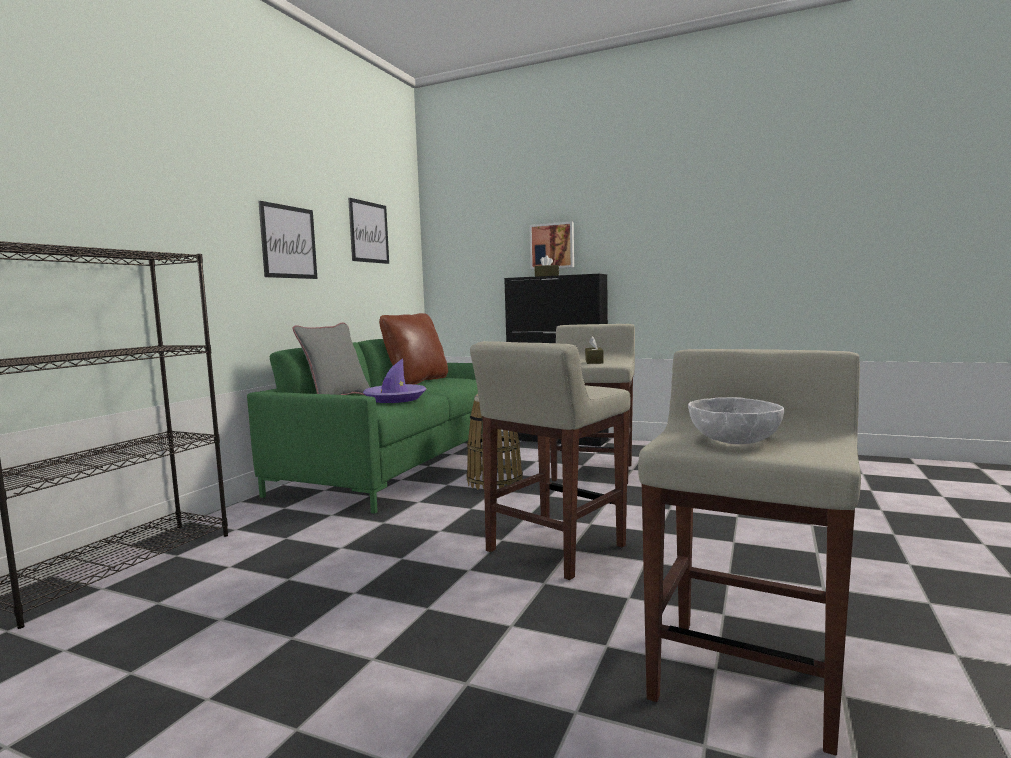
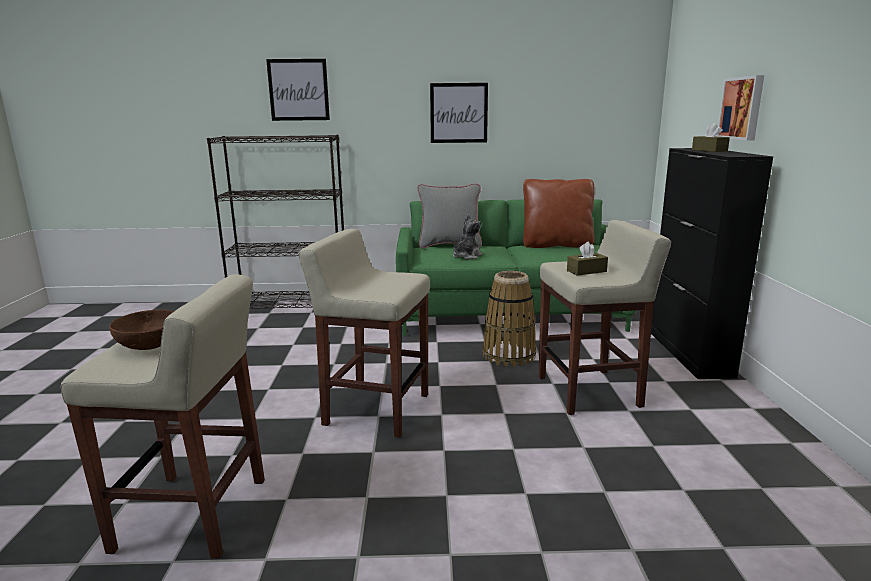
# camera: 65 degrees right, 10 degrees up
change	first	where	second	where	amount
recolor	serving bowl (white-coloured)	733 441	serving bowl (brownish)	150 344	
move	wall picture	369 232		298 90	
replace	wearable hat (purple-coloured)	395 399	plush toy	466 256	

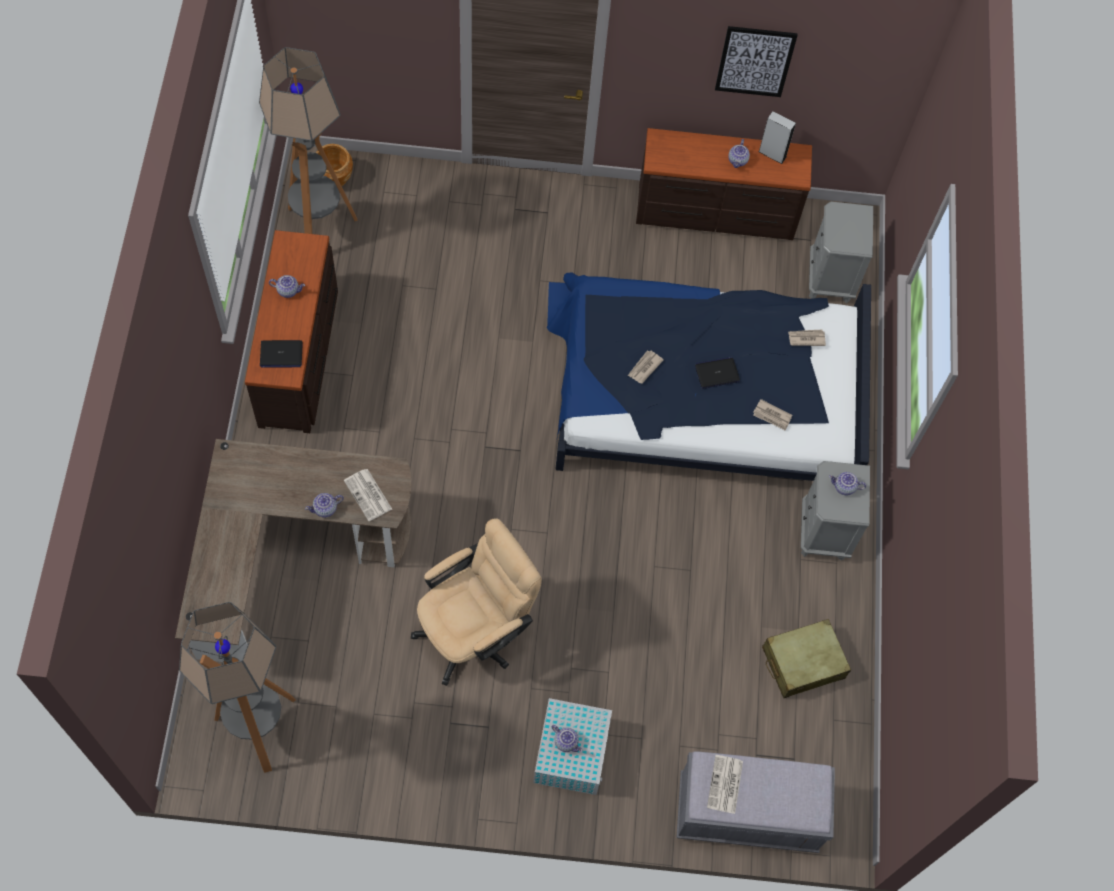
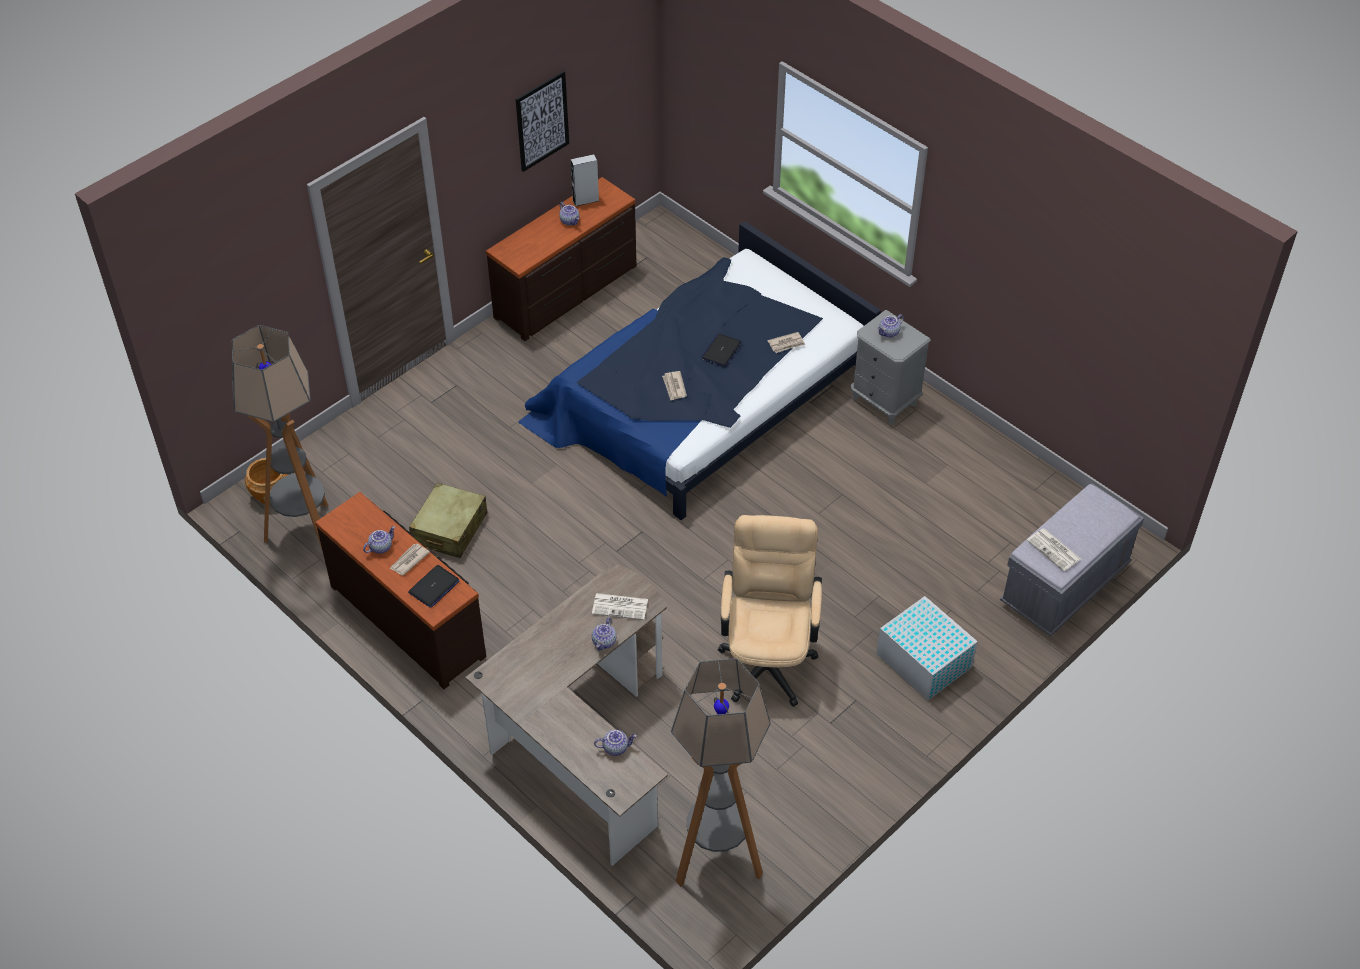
# camera: 45 degrees left, 15 degrees down
change	first	where	second	where	amount
move	printed paper	806 338		409 560	
move	piece of luggage (beige-coloured)	802 663		449 529	
move	pot for tea	566 742		615 747	
delete	nightstand (grey)	830 278			

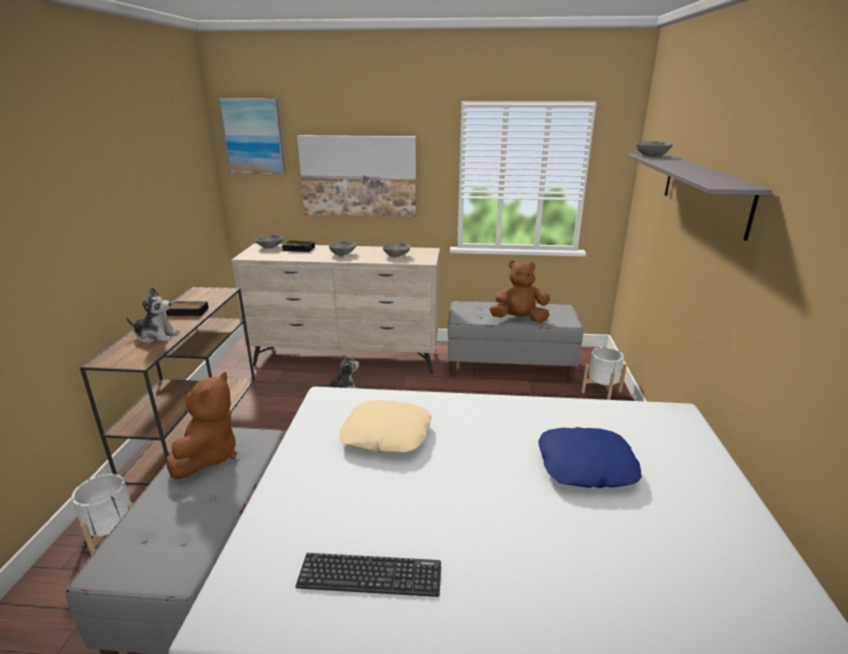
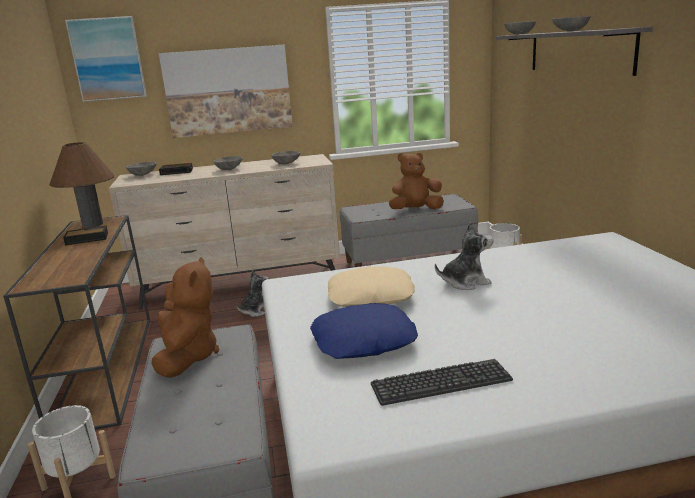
# camera: 15 degrees left, 5 degrees down
change	first	where	second	where	amount
insert			table lamp (brownish)	92 224	
move	cushion (blue)	586 466		364 341	
move	plush toy	156 336		465 282	
insert			serving bowl (grey)	569 31	

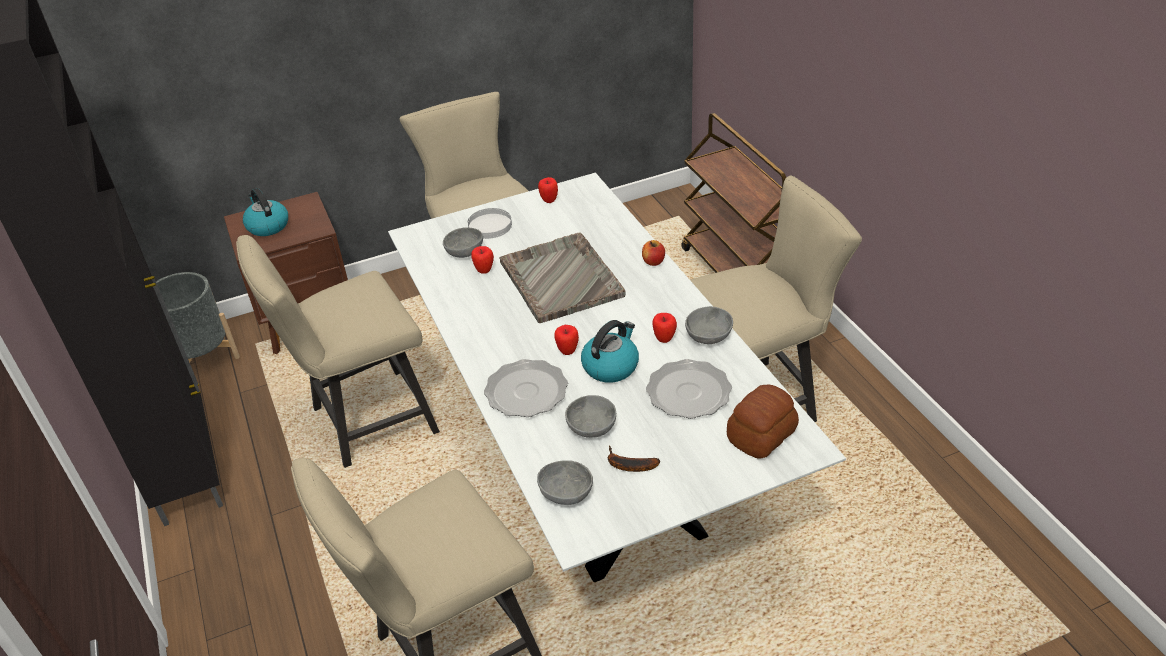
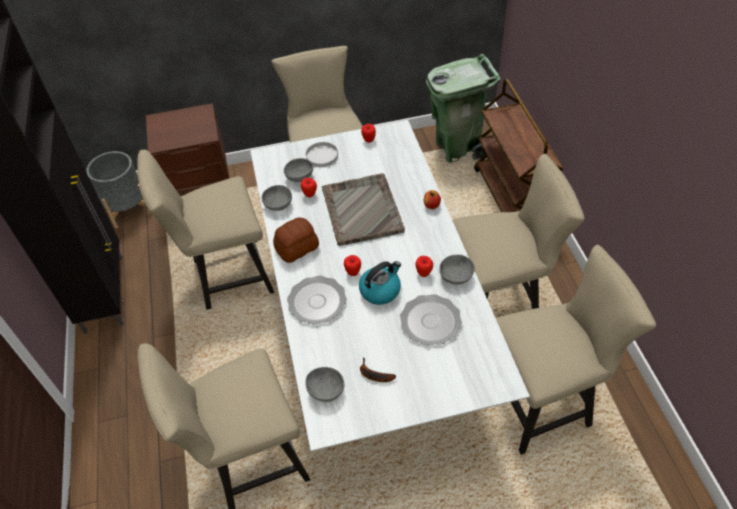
# camera: 10 degrees right, 10 degrees up
change	first	where	second	where	amount
move	serving bowl (grey)	591 428		278 205	
move	bakery bread	763 435		297 248	
insert			waste bin (greenish)	458 148	
insert			plain chair (beige-coloured)	544 401	
delete	kettle	267 226			

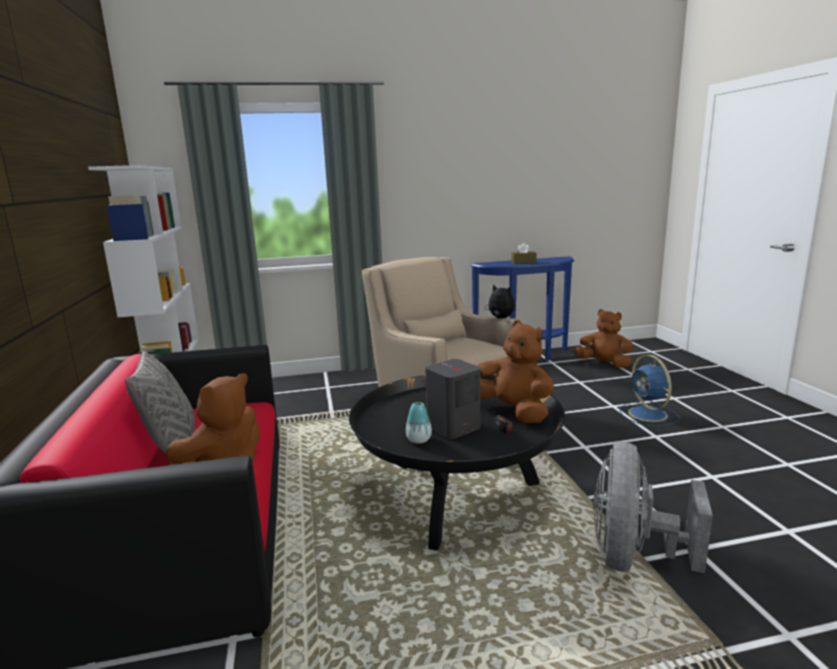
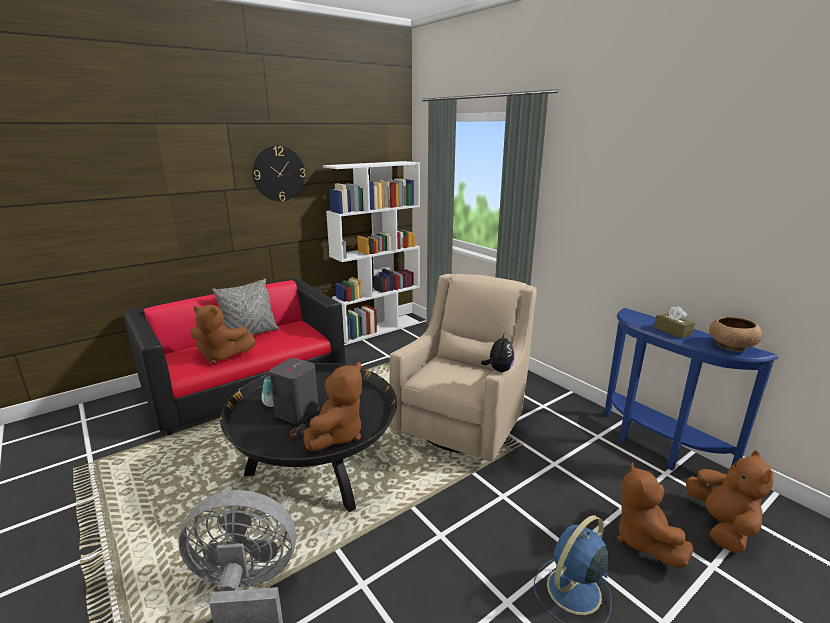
# camera: 65 degrees right, 5 degrees up
change	first	where	second	where	amount
insert			hanging clock	278 173	
insert			plush toy (brownish)	643 540	
insert			serving bowl (brownish)	730 346	

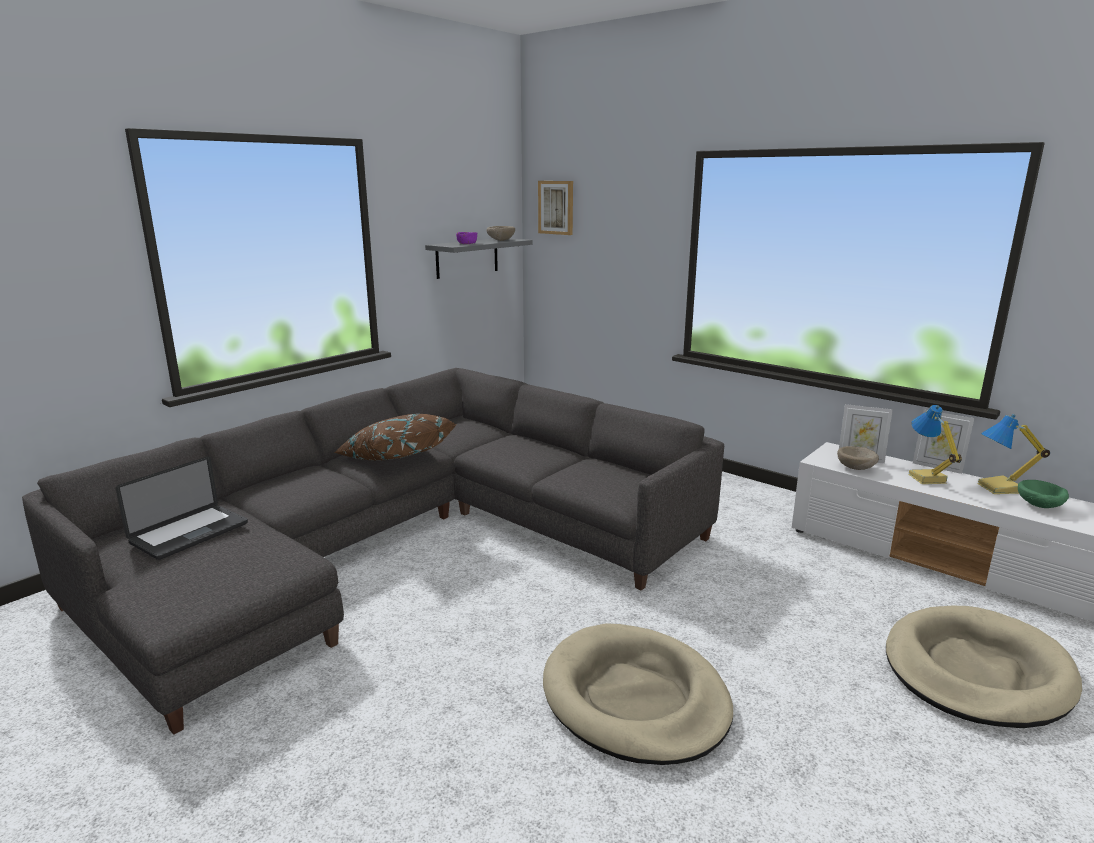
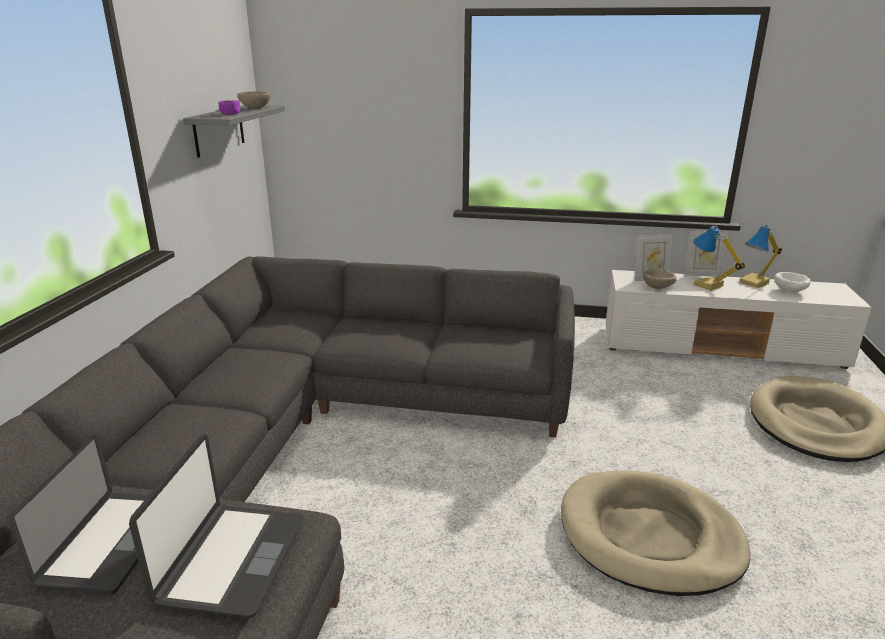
# camera: 30 degrees left, 5 degrees up
change	first	where	second	where	amount
insert			laptop	230 560	
recolor	serving bowl (greenish)	1039 506	serving bowl (white-coloured)	790 291	
delete	cushion (brownish)	396 458			
delete	wall picture	556 207			

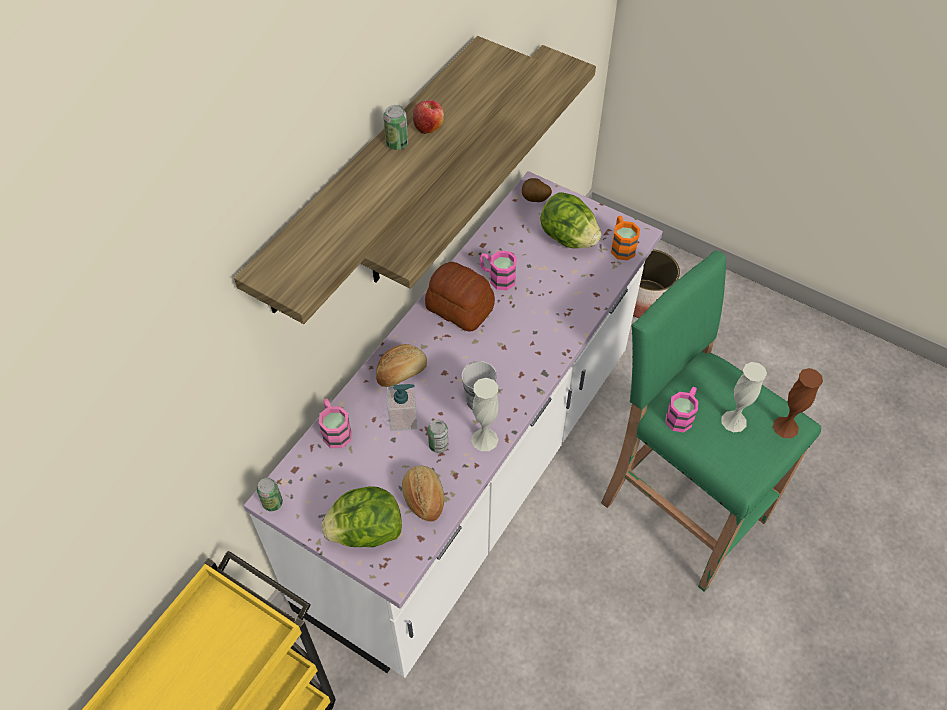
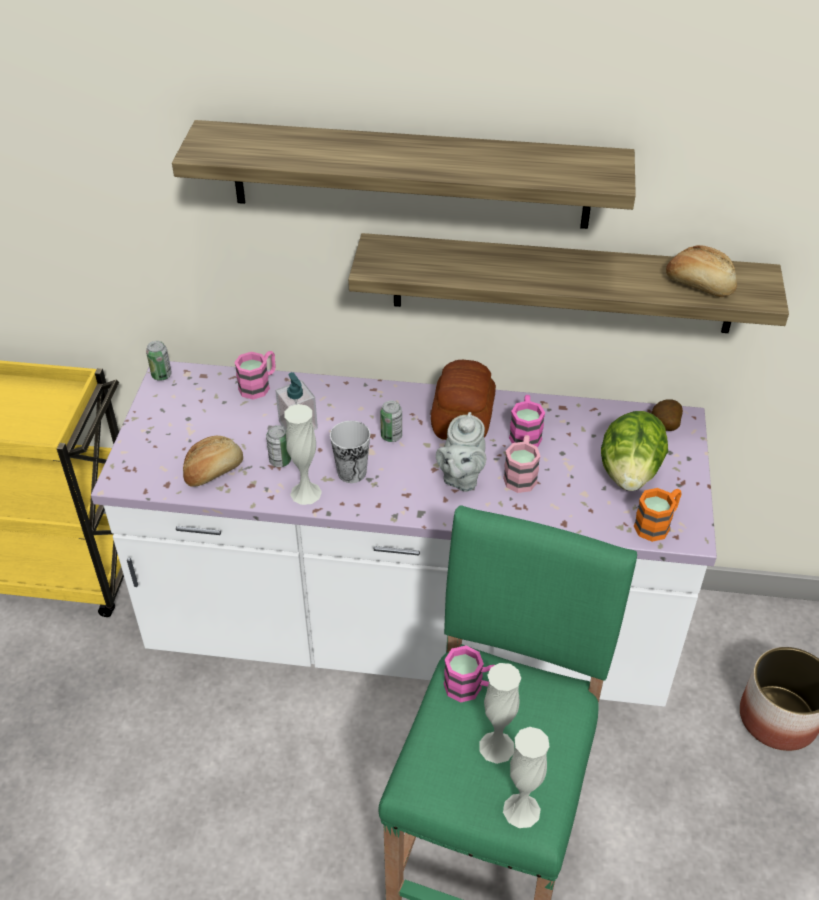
# camera: 65 degrees right, 10 degrees down
change	first	where	second	where	amount
move	sealed can	397 144		391 436	
insert			pot for tea (grey)	461 477	
insert			coffee mug (pink)	521 475	
recolor	vase (brownish)	785 427	vase (white-coloured)	521 810	
move	bakery bread	401 372		699 284	
delete	head of lettuce	365 531			
delete	apple	428 127			

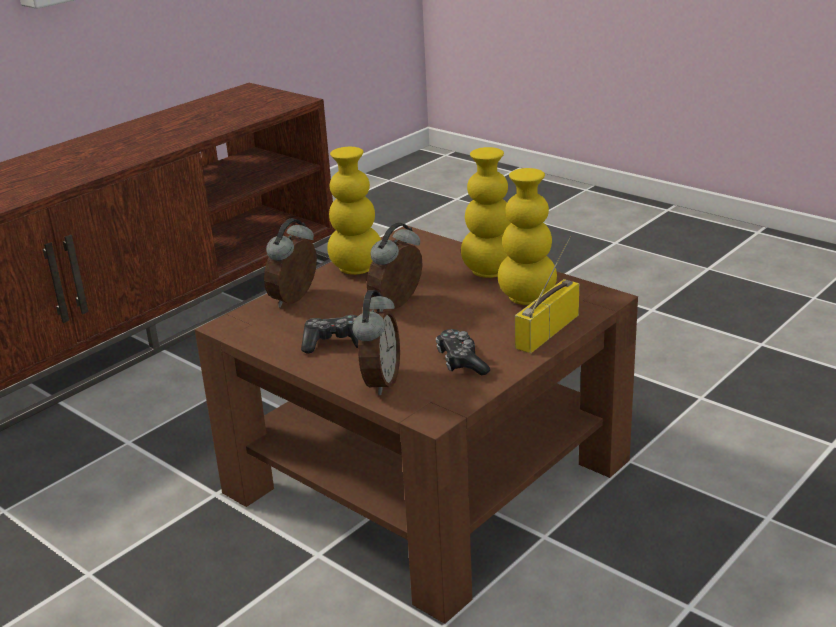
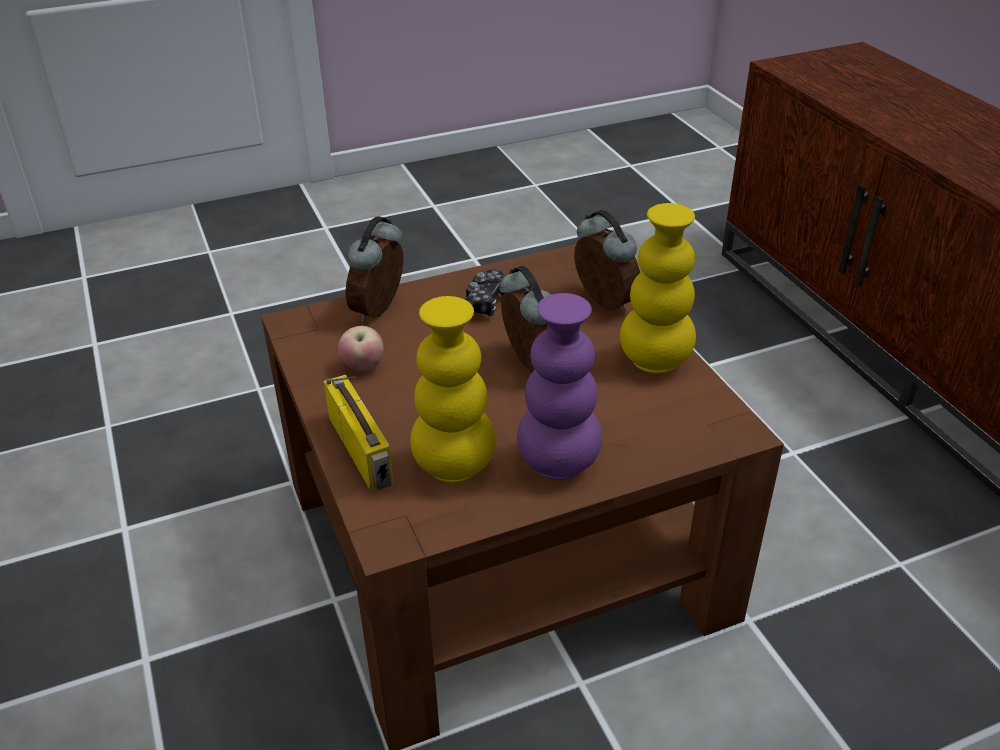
# camera: 115 degrees right, 10 degrees up
change	first	where	second	where	amount
replace	gamepad	461 362	apple	363 367	
rotate	alarm clock	379 382		381 311	75 degrees clockwise
recolor	vase (yellow)	489 272	vase (purple-coloured)	558 464	

